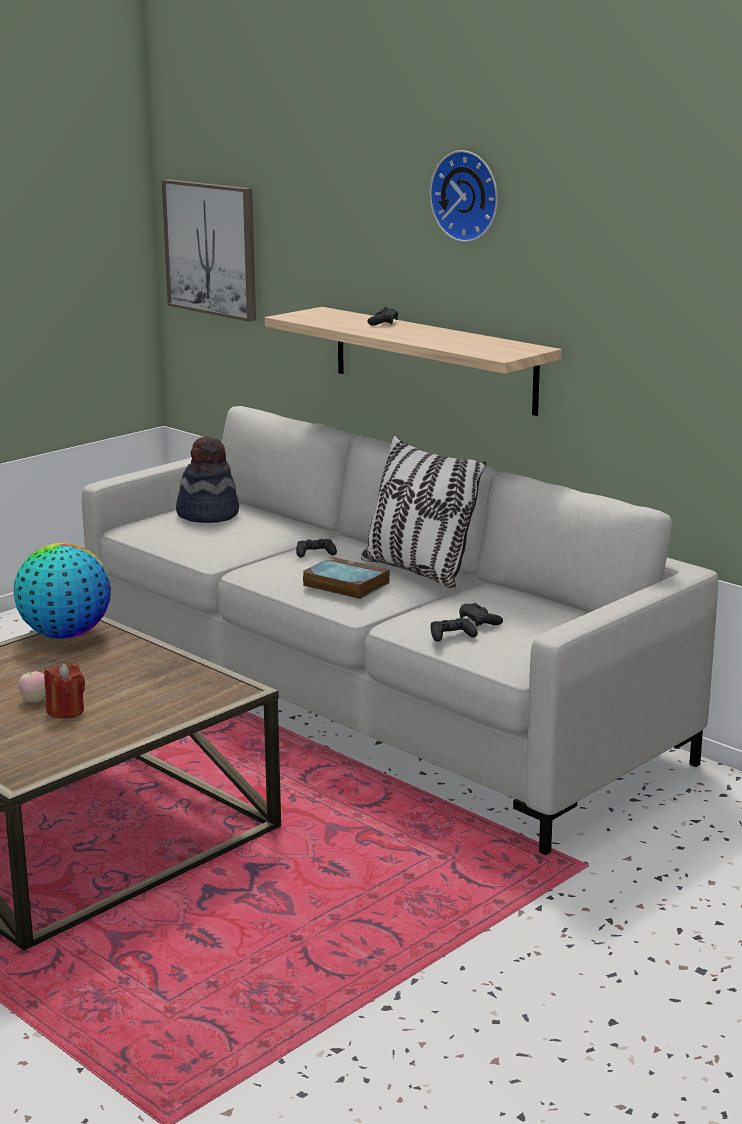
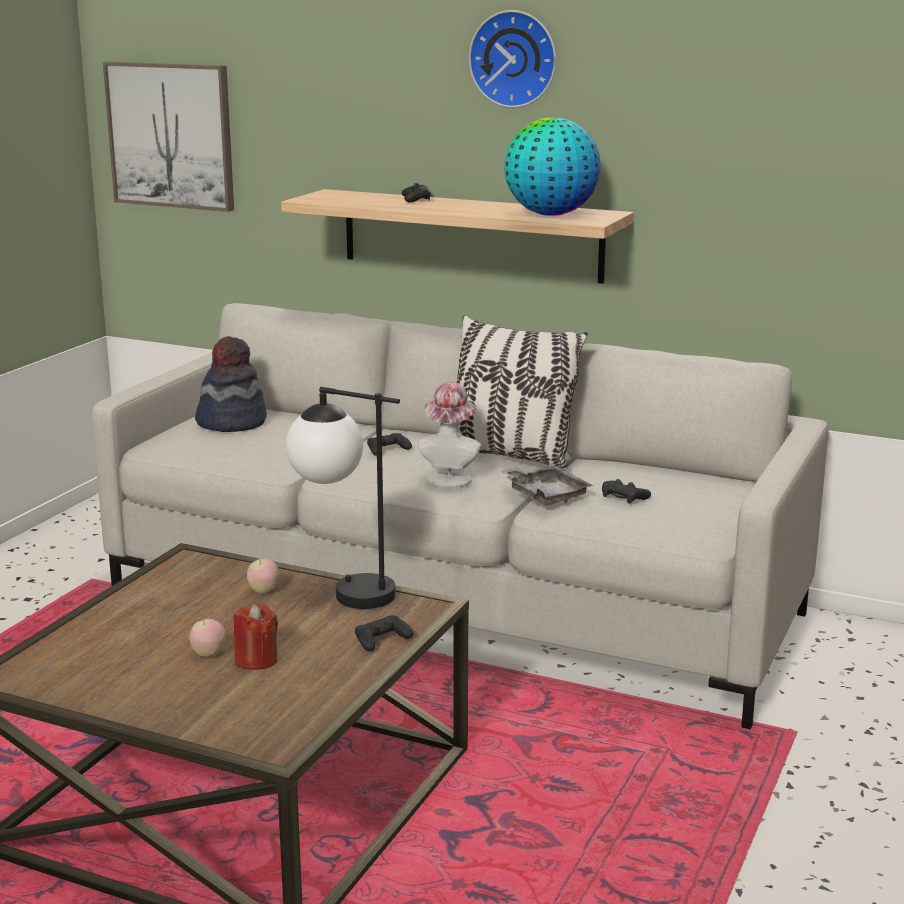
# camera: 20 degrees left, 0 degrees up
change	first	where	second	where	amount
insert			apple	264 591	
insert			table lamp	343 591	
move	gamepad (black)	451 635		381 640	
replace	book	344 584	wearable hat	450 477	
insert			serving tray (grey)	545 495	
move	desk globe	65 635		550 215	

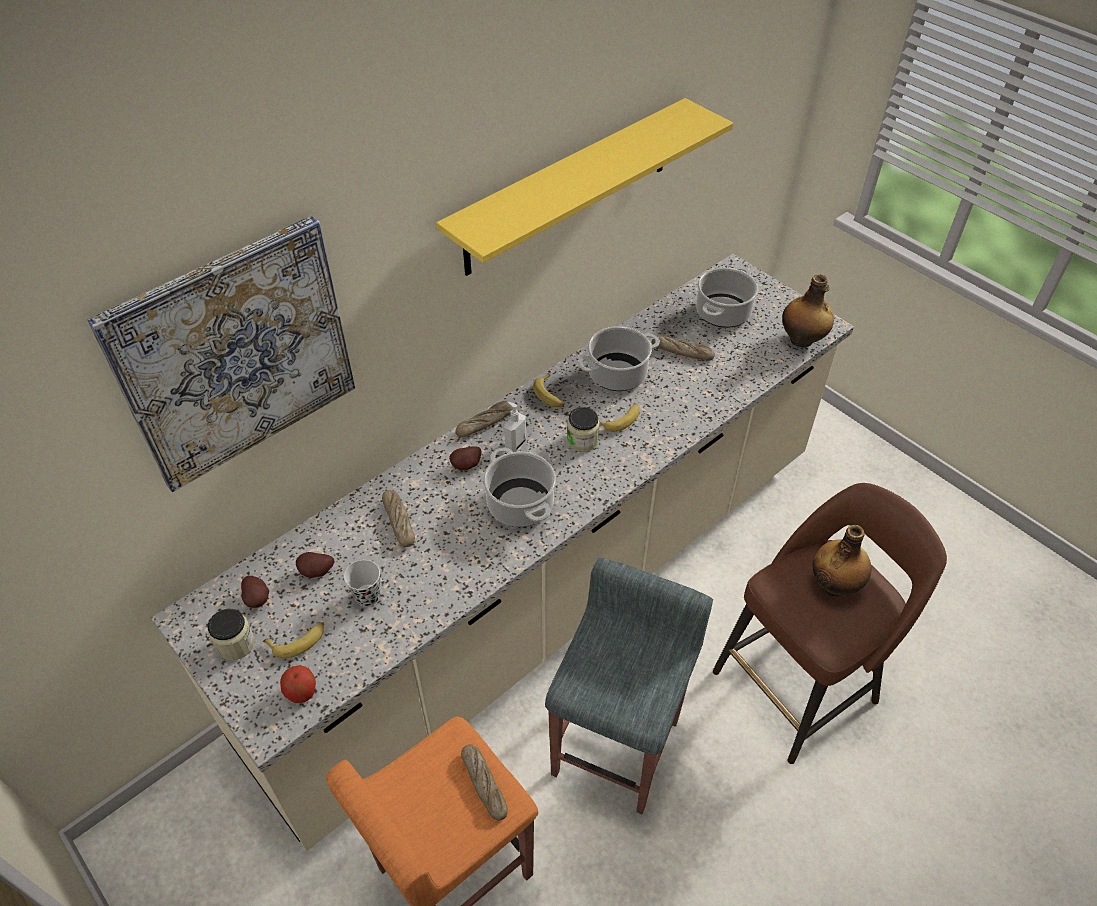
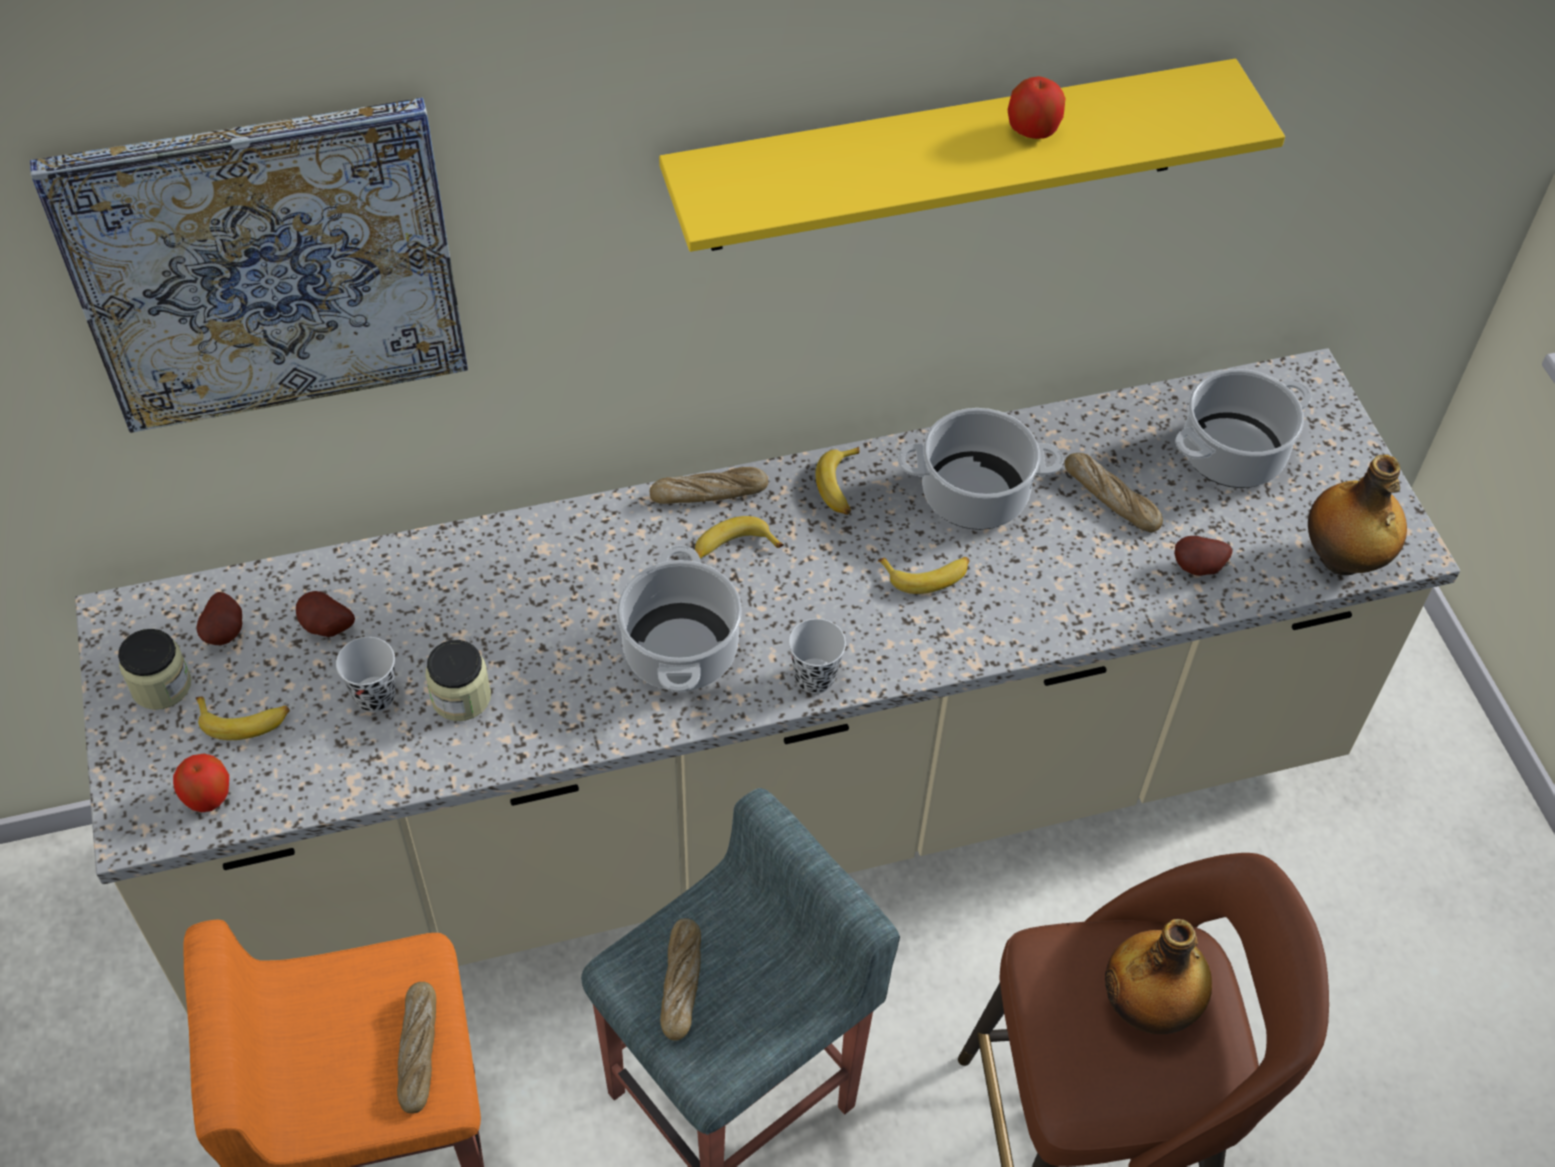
# camera: 25 degrees right, 5 degrees up
change	first	where	second	where	amount
move	storage jar	582 440		461 697	
move	bakery bread	399 521		681 982	
replace	soap dispenser	515 444	banana fruit	733 547	
insert			small cup (black)	814 677	
insert			apple	1032 130	
move	whole potato	467 466		1199 569	

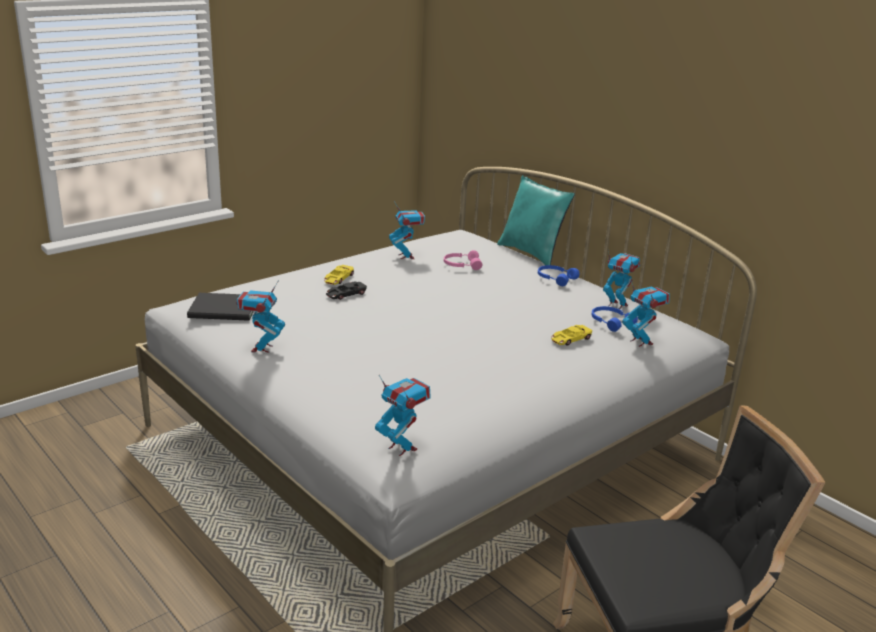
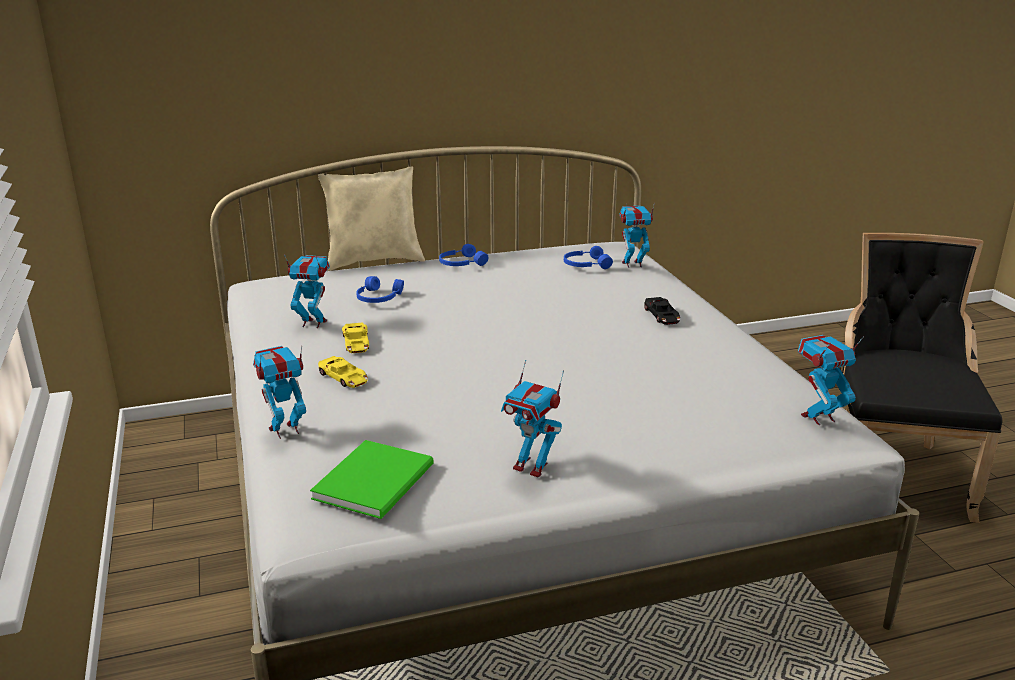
# camera: 65 degrees left, 0 degrees up
change	first	where	second	where	amount
move	model robot	617 305		285 430	
recolor	book (black)	225 310	book (greenish)	378 480	
recolor	cushion (turquoise)	532 254	cushion (beige-coloured)	374 261	
move	model car (yellow)	570 339		356 343	
recolor	headphones (pink)	461 265	headphones (blue)	378 298	
move	model car (black)	345 294		662 316	

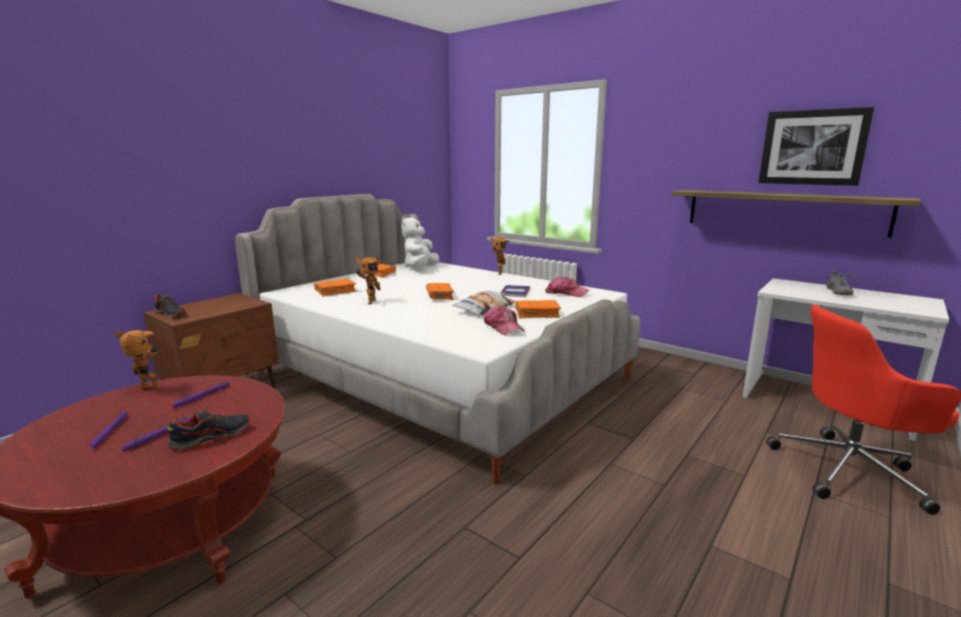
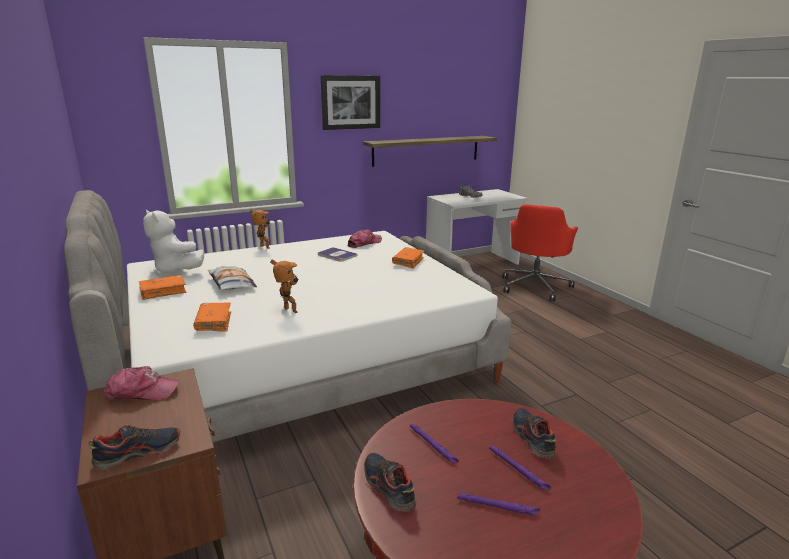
# camera: 65 degrees left, 5 degrees up
change	first	where	second	where	amount
move	cap	503 327		141 392	
move	cushion	485 309		231 283	
move	wall picture	812 147		350 102	
replace	model robot	148 390	low shoe	388 487	
delete	book (orangey)	440 296			

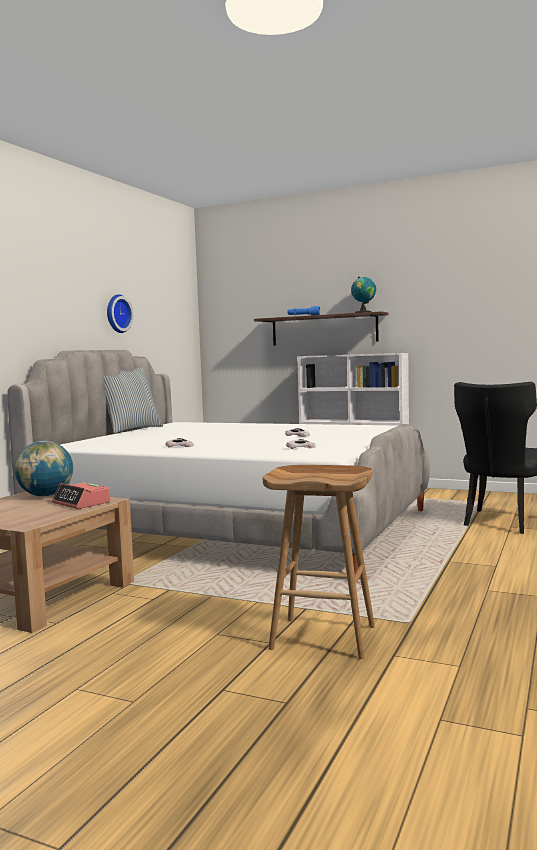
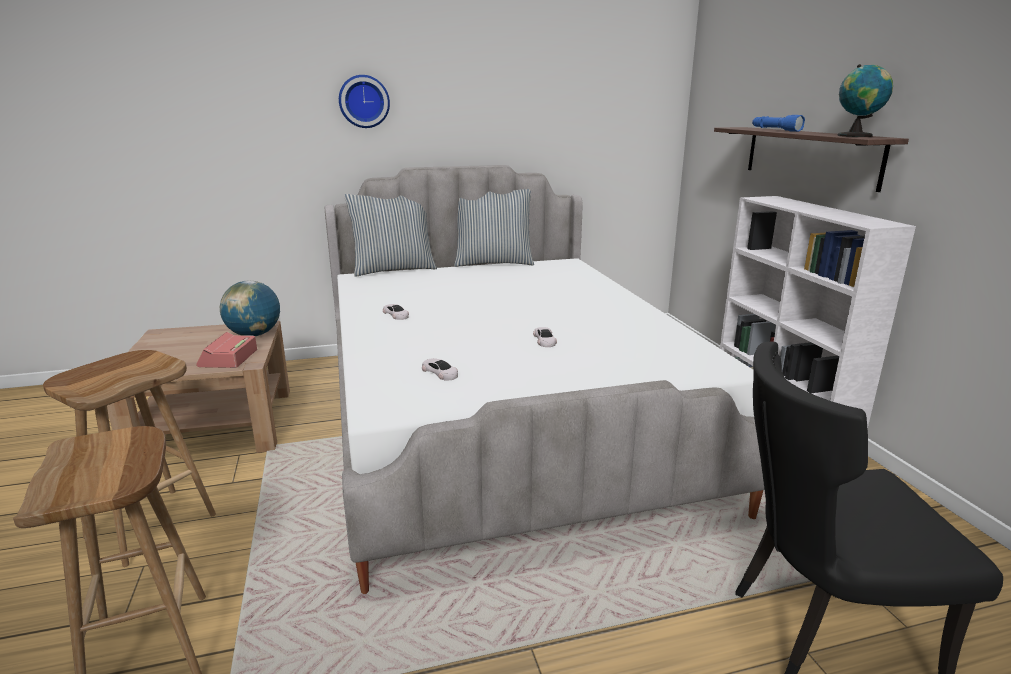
# camera: 50 degrees right, 15 degrees up
change	first	where	second	where	amount
insert			stool seat (brownish)	152 524	
move	hanging clock	117 314		364 101	
insert			cushion	393 269	

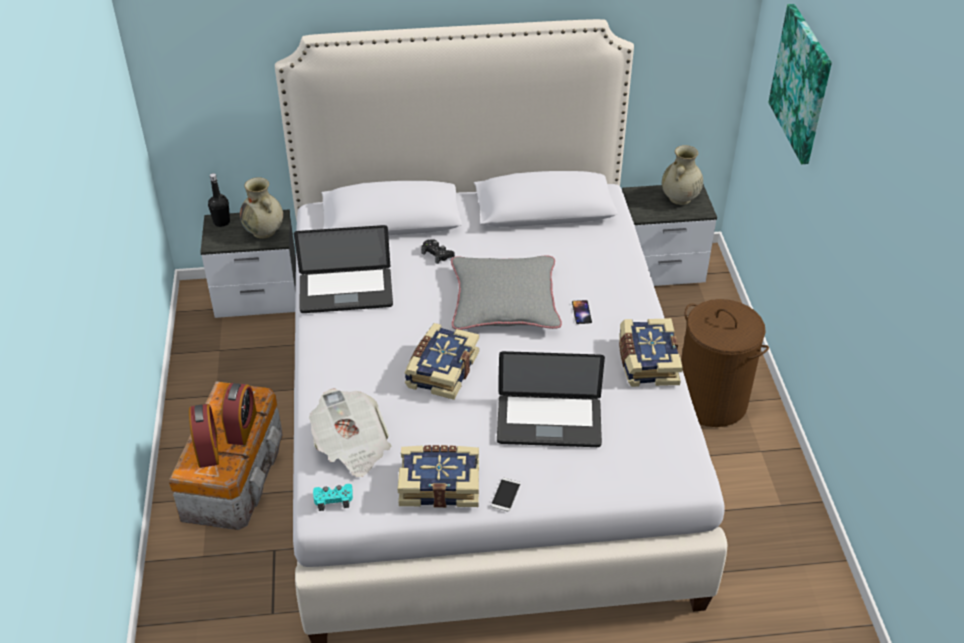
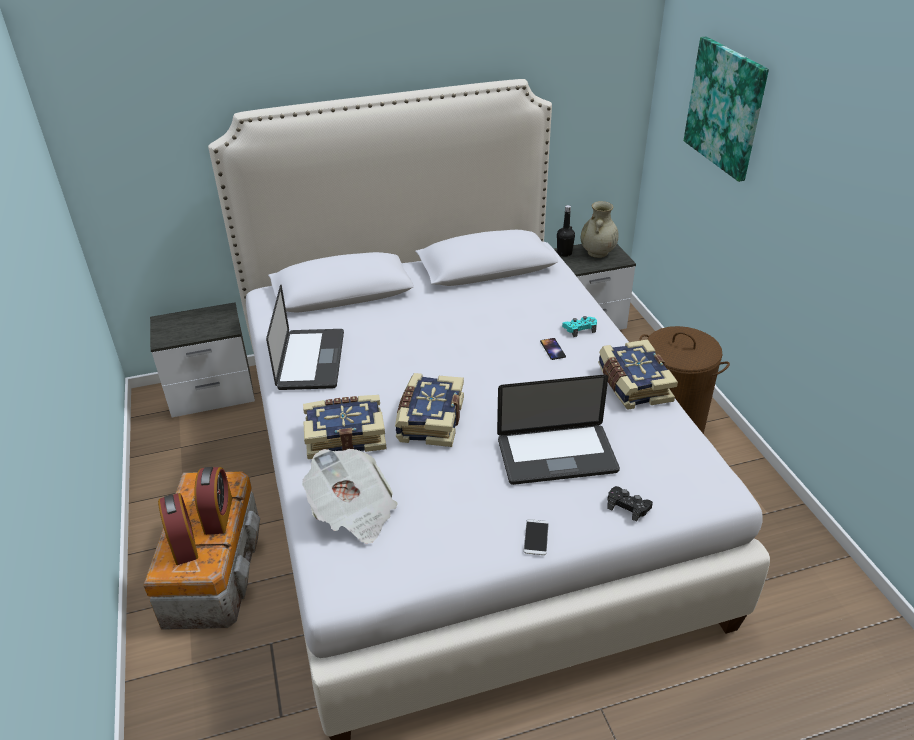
# camera: 10 degrees left, 5 degrees down
change	first	where	second	where	amount
rotate	laptop	346 292		311 360	75 degrees counterclockwise
move	book	439 484		345 435	
move	bottle (black)	221 222		564 253	
move	gamepad (turquoise)	333 499		580 329	
move	gamepad (black)	437 254		628 506	
delete	vase (beige-coloured)	264 231			
delete	cushion (grey)	504 301			

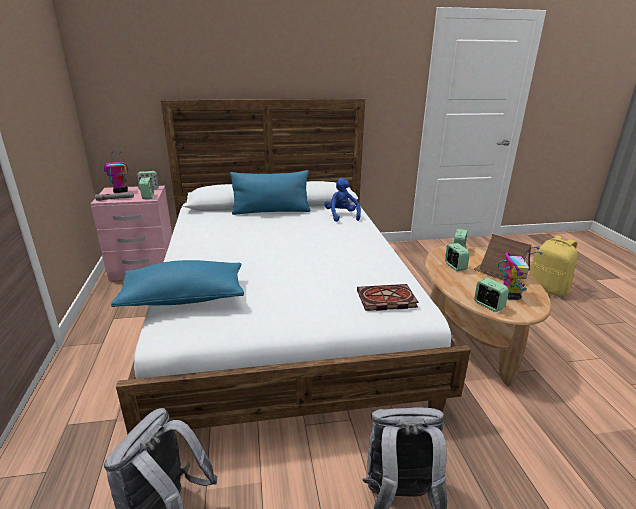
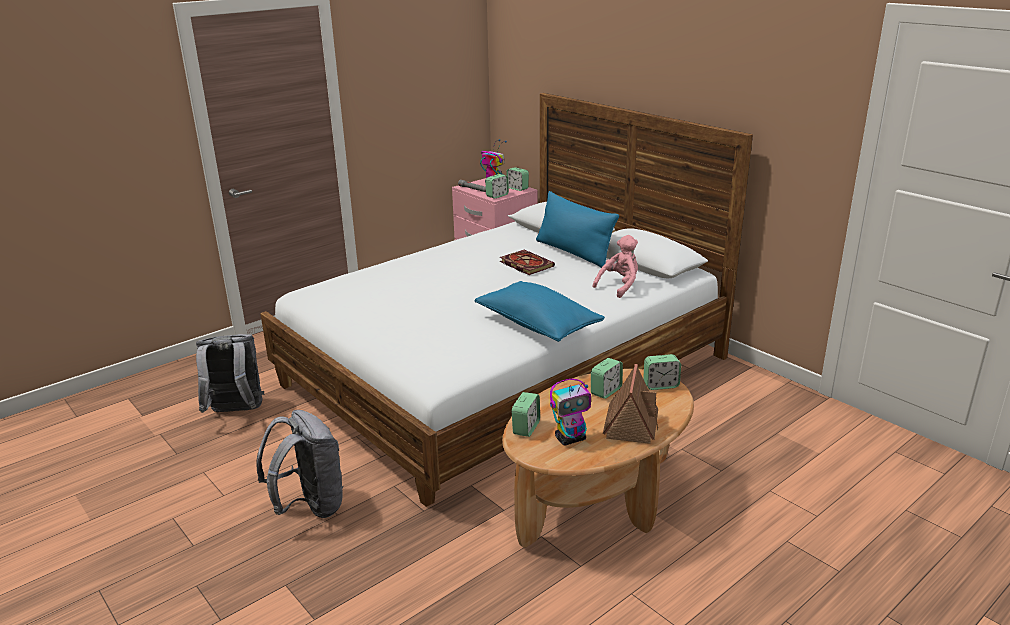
# camera: 60 degrees right, 0 degrees up
change	first	where	second	where	amount
move	cushion (blue)	184 298		538 325	
move	book	385 300		525 264	
recolor	plush toy (blue)	341 216	plush toy (pink)	619 286	
delete	rucksack (yellow)	547 288			

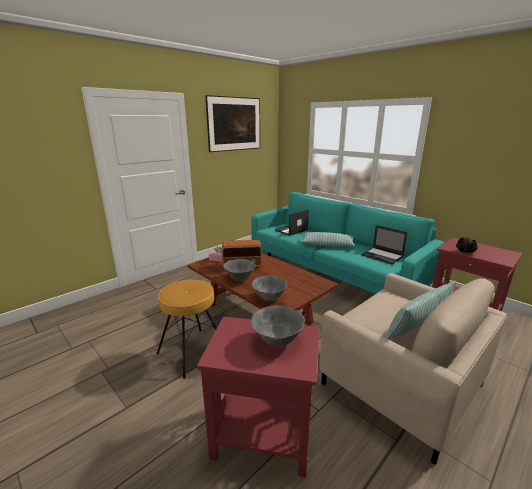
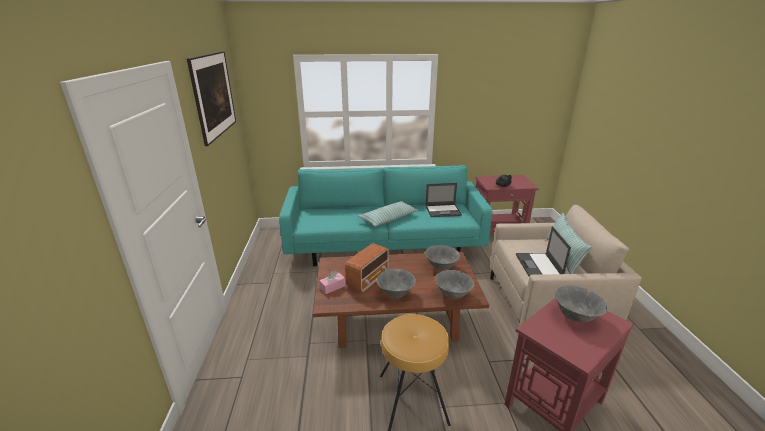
# camera: 50 degrees left, 5 degrees up
change	first	where	second	where	amount
insert			serving bowl (grey)	441 267	
move	laptop	291 230		539 266	

